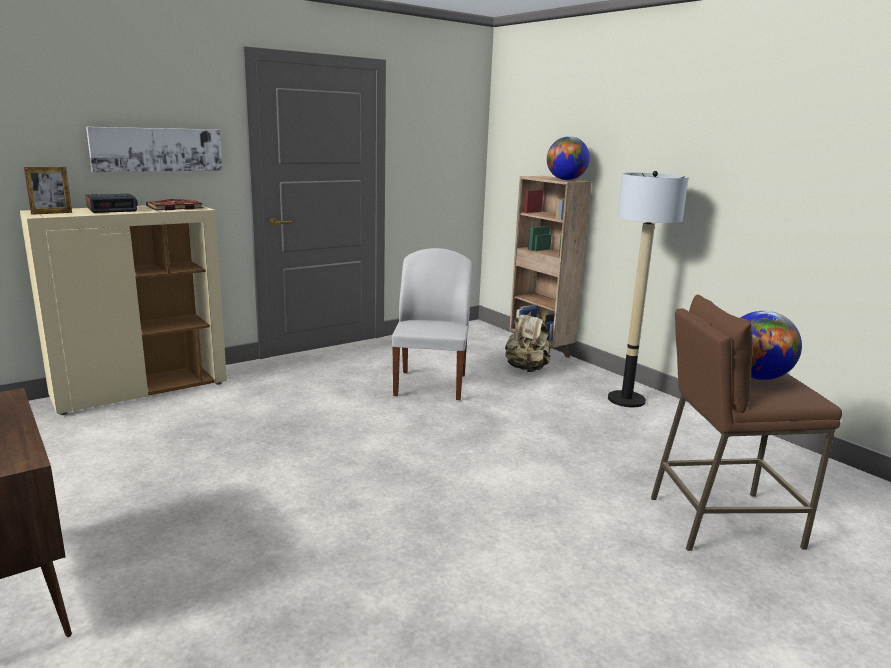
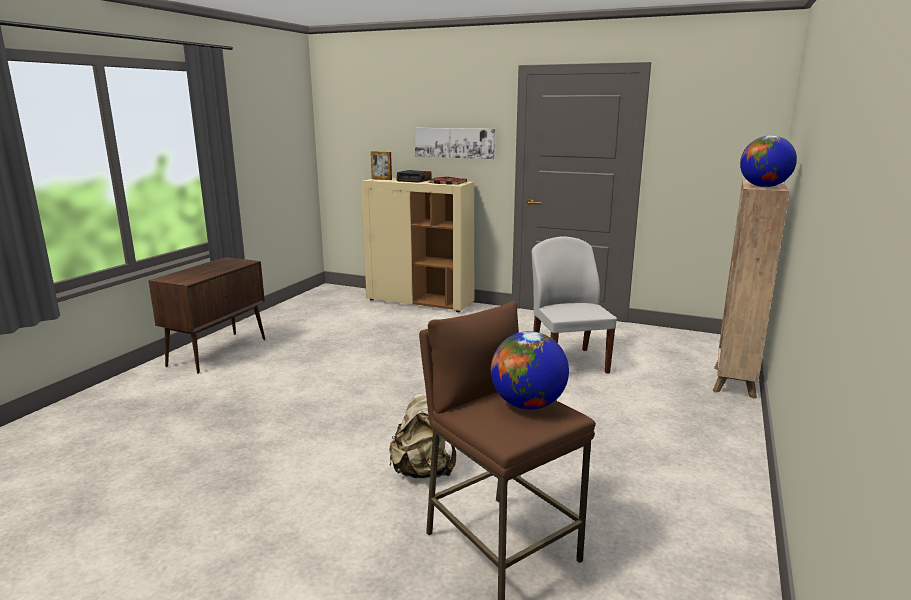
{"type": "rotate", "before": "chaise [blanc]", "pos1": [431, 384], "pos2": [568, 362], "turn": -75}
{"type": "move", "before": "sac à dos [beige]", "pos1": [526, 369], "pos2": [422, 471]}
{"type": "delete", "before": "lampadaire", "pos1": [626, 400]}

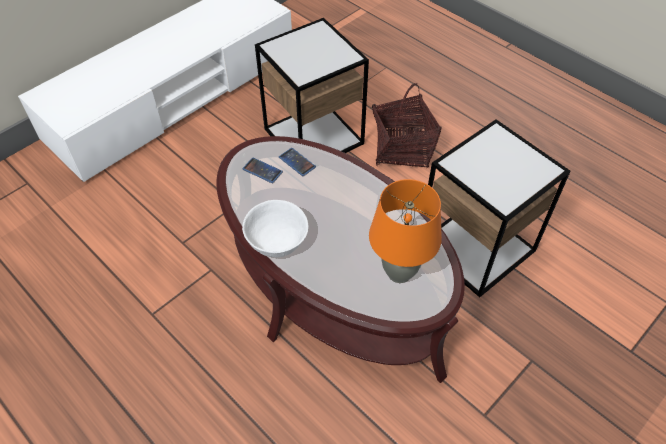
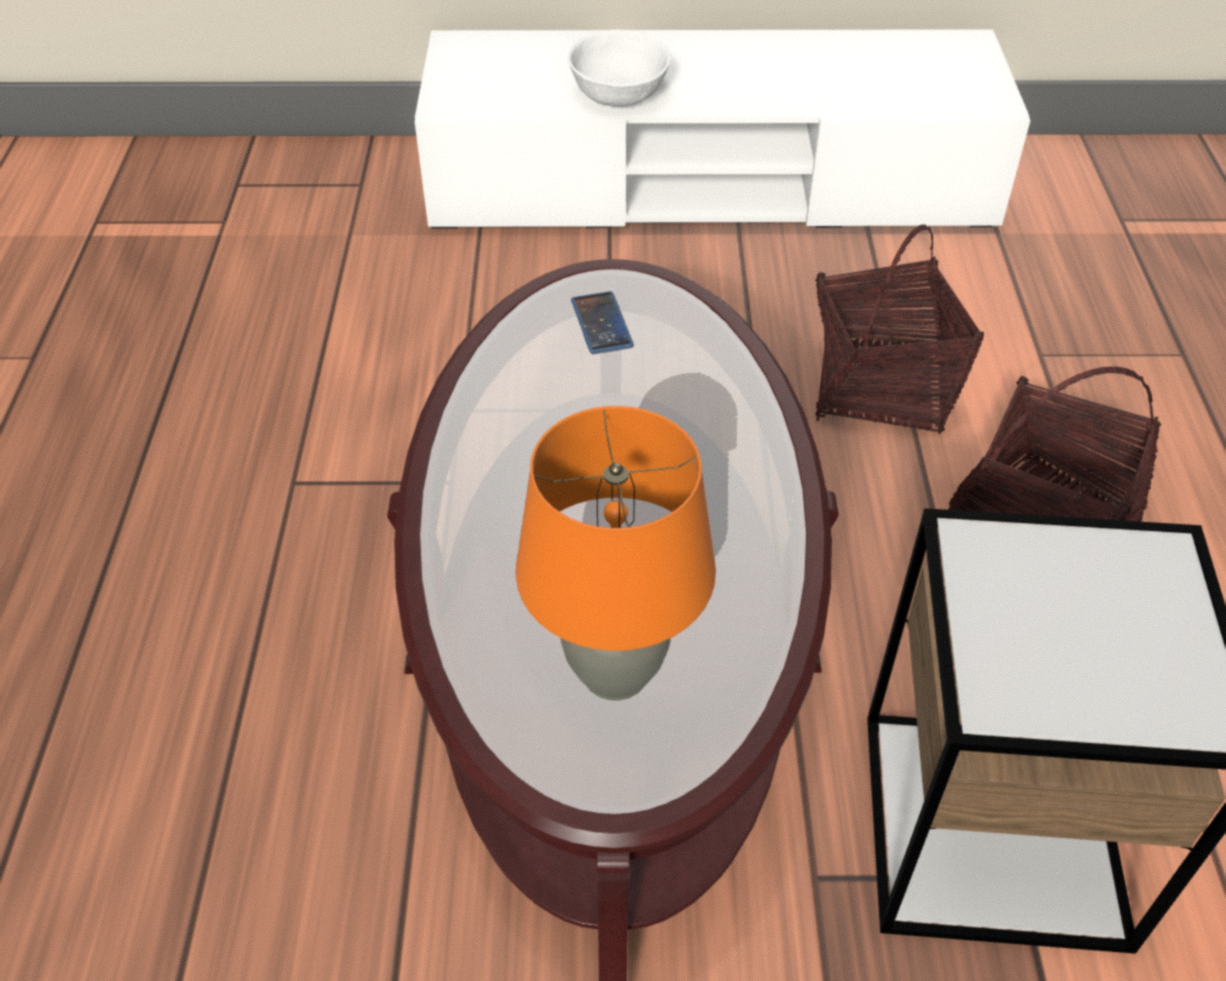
{"type": "move", "before": "bol [blanc]", "pos1": [277, 240], "pos2": [619, 94]}
{"type": "replace", "before": "table d'appoint", "after": "panier", "pos1": [313, 136], "pos2": [880, 388]}
{"type": "delete", "before": "téléphone", "pos1": [297, 162]}

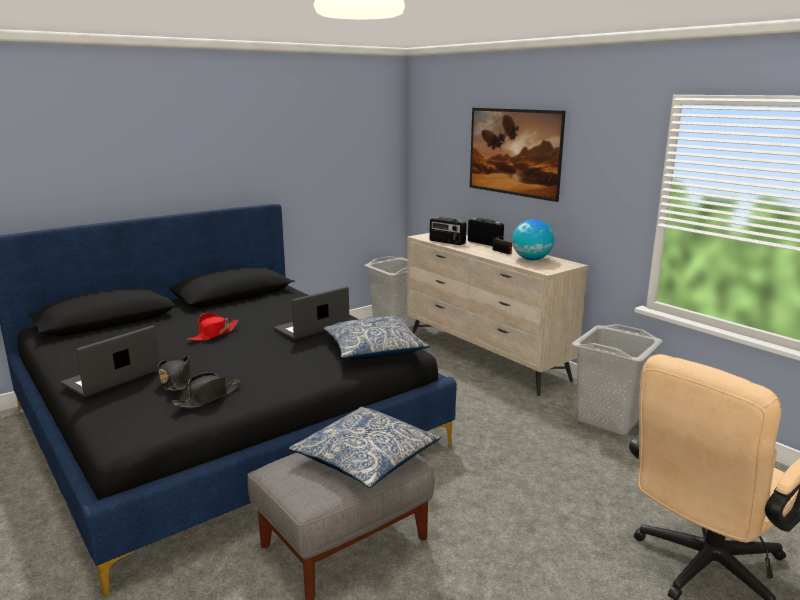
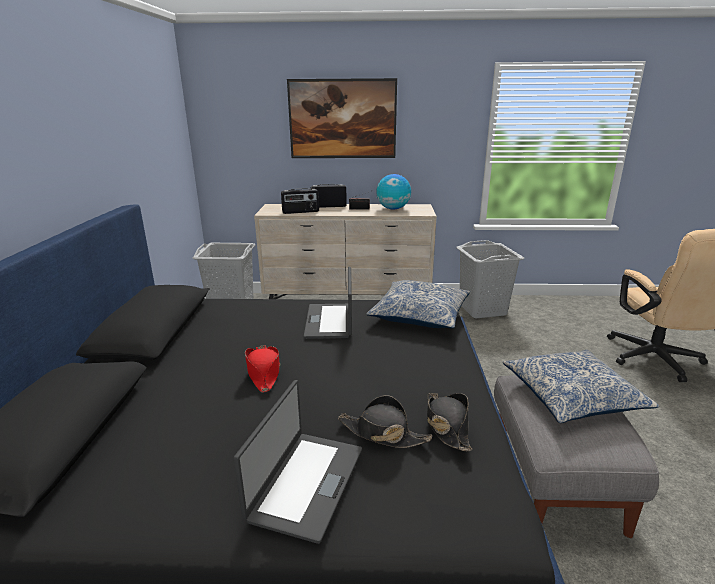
{"type": "rotate", "before": "ordinateur portable", "pos1": [112, 377], "pos2": [305, 483], "turn": -150}

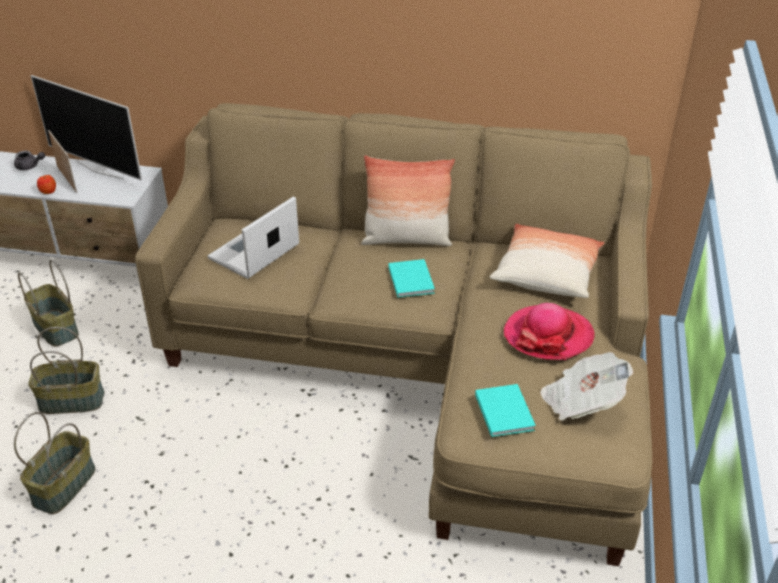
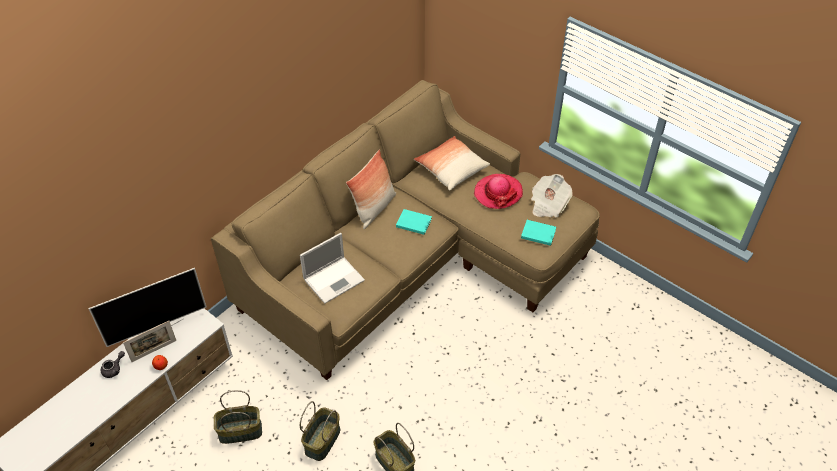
{"type": "rotate", "before": "cadre photo", "pos1": [67, 179], "pos2": [154, 351], "turn": 150}
{"type": "rotate", "before": "ordinateur portable", "pos1": [253, 253], "pos2": [335, 279], "turn": -105}

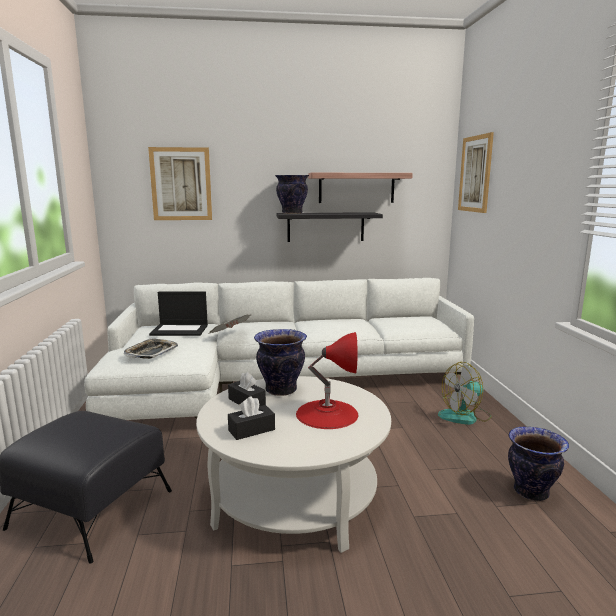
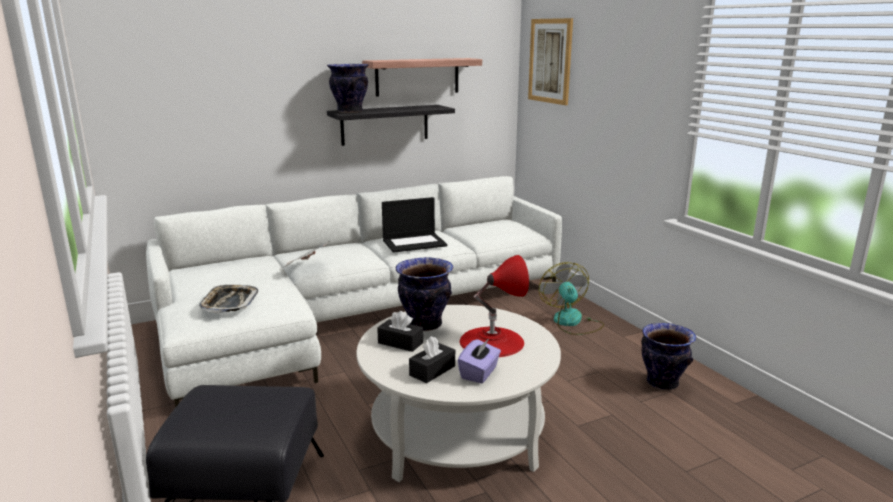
{"type": "delete", "before": "tableau", "pos1": [181, 184]}
{"type": "move", "before": "ordinateur portable", "pos1": [180, 330], "pos2": [414, 243]}
{"type": "rotate", "before": "ventilateur", "pos1": [465, 416], "pos2": [571, 322], "turn": 120}
{"type": "insert", "after": "boîte à mouchoirs [violet]", "pos2": [479, 373]}

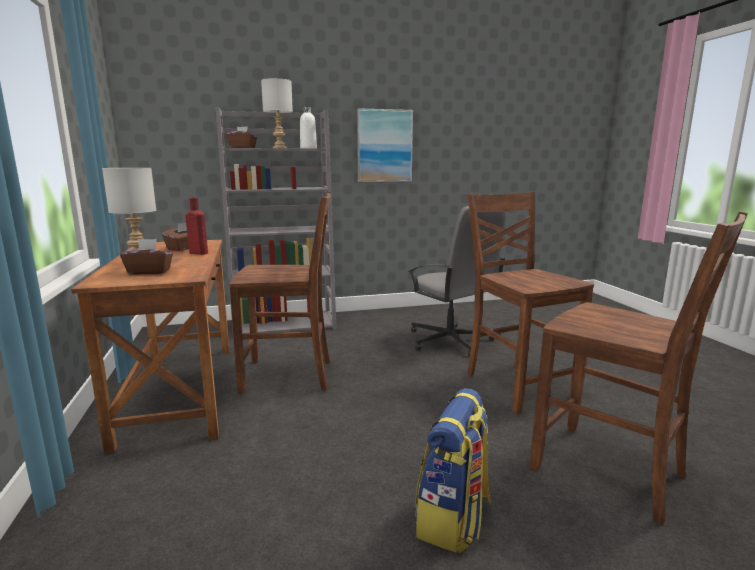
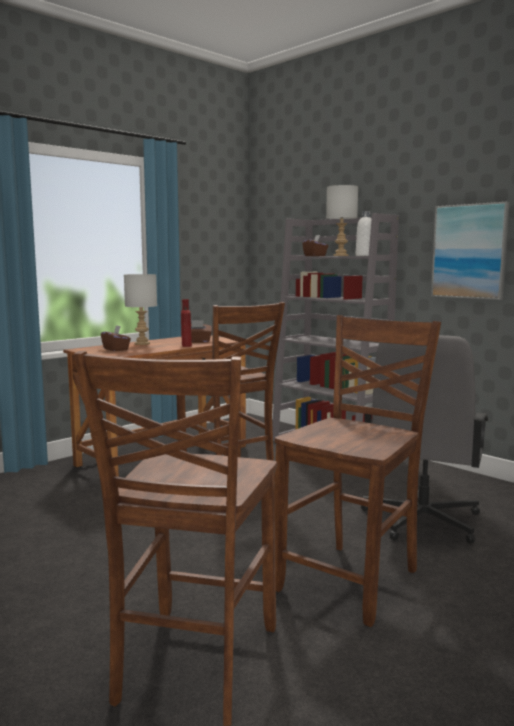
{"type": "delete", "before": "sac à dos", "pos1": [453, 519]}

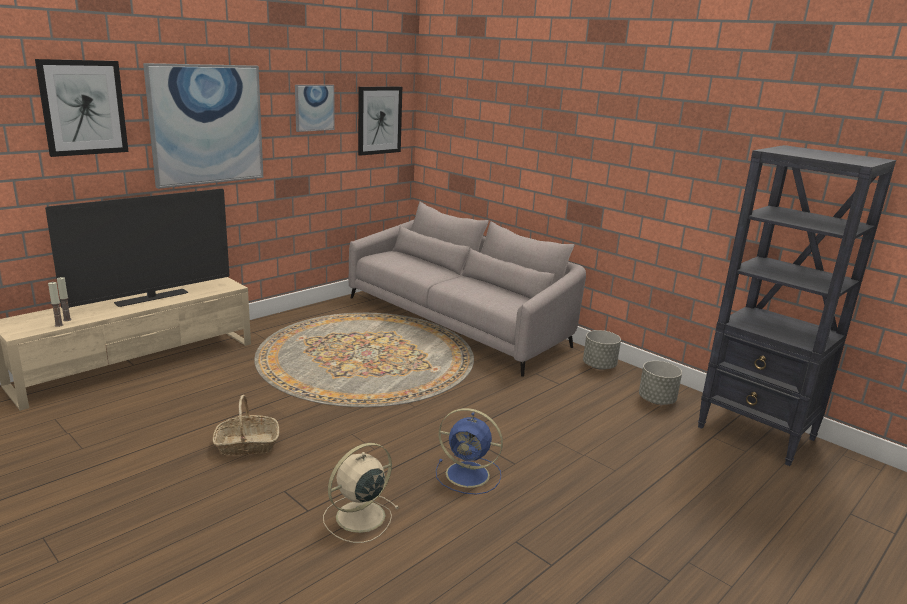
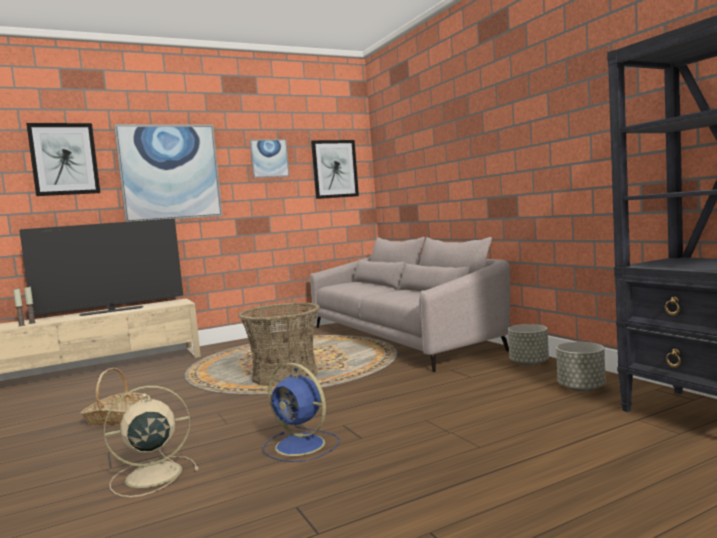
{"type": "insert", "after": "panier", "pos2": [285, 376]}

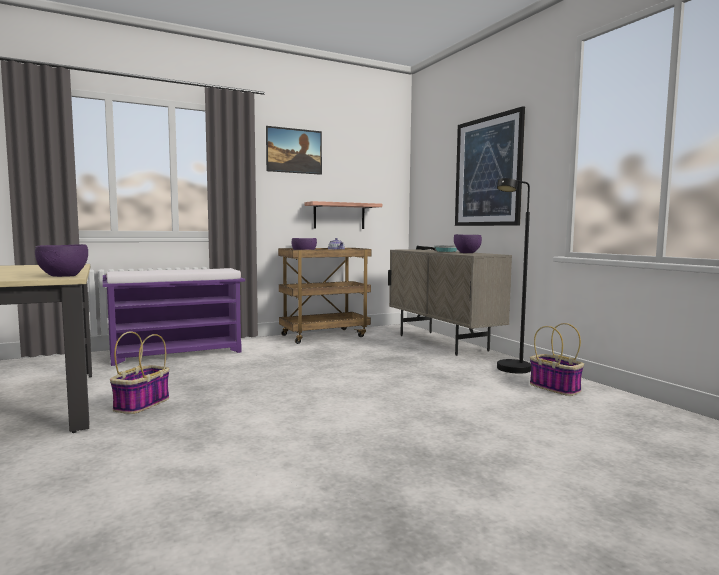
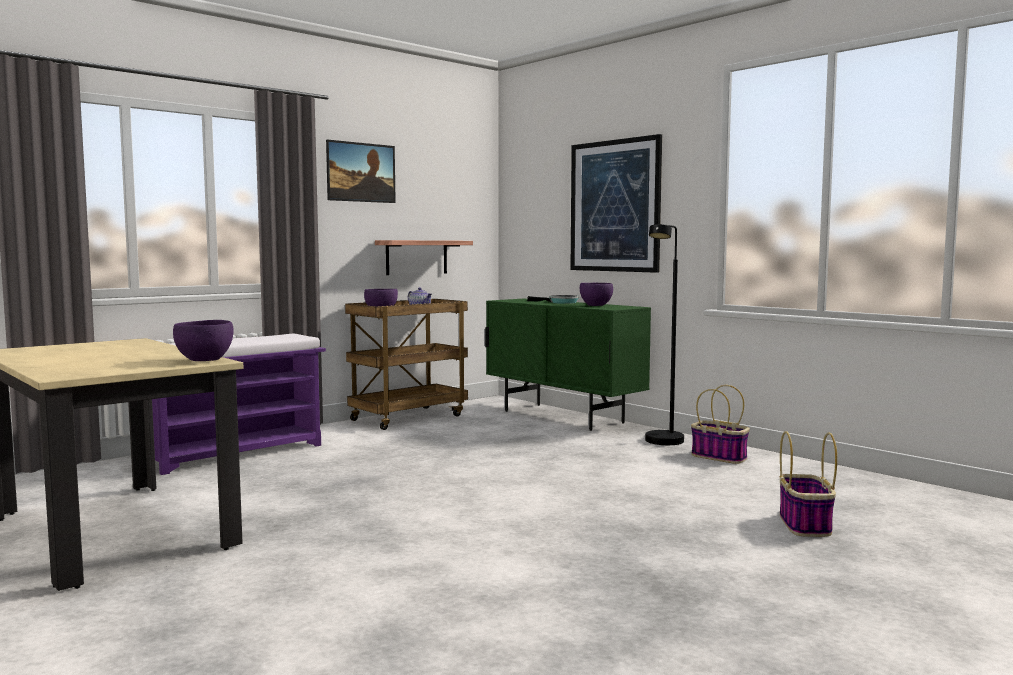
{"type": "move", "before": "panier", "pos1": [141, 404], "pos2": [805, 525]}
{"type": "recolor", "before": "meuble de rangement [beige]", "after": "meuble de rangement [vert]", "pos1": [442, 343], "pos2": [563, 417]}

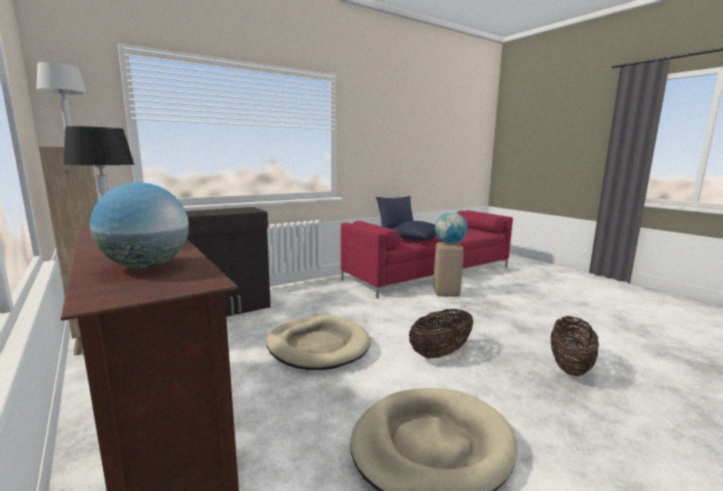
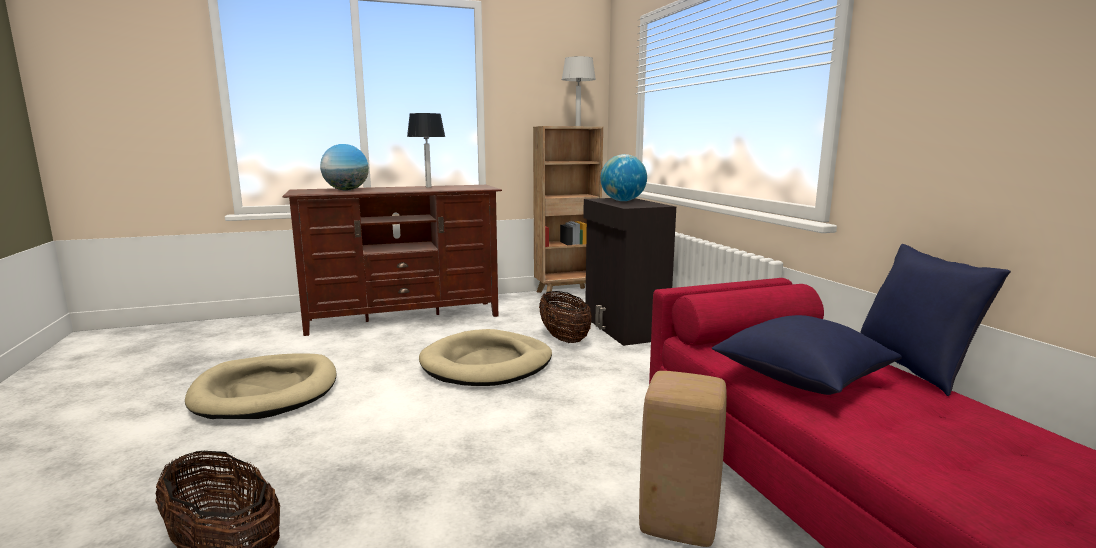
{"type": "move", "before": "panier", "pos1": [440, 353], "pos2": [564, 339]}
{"type": "move", "before": "globe", "pos1": [450, 243], "pos2": [622, 201]}

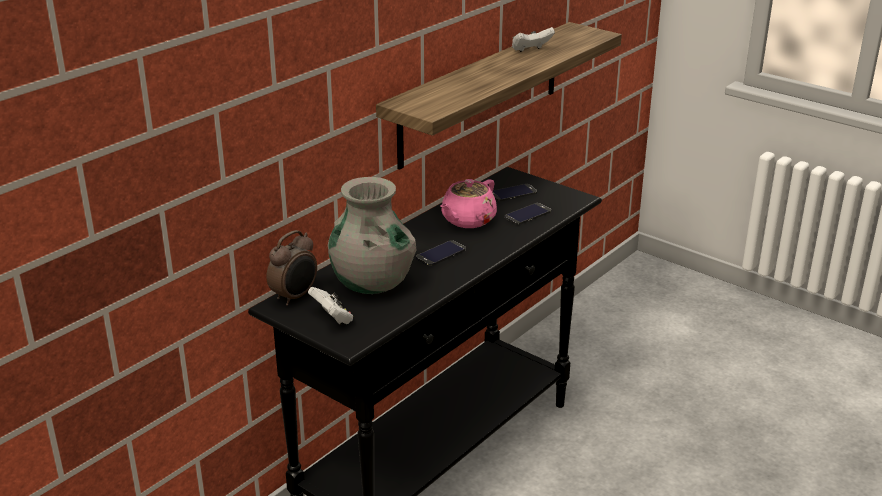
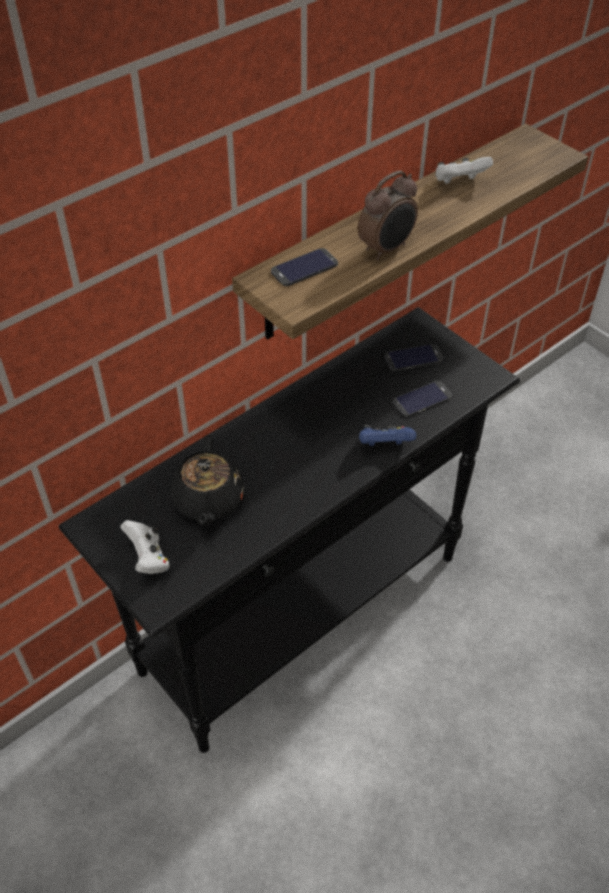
{"type": "move", "before": "réveil", "pos1": [295, 297], "pos2": [387, 249]}
{"type": "replace", "before": "vase [gris]", "after": "théière [noir]", "pos1": [372, 283], "pos2": [208, 501]}
{"type": "move", "before": "téléphone", "pos1": [441, 254], "pos2": [304, 268]}
{"type": "delete", "before": "théière [rose]", "pos1": [467, 220]}
{"type": "insert", "after": "manette [bleu]", "pos2": [385, 446]}

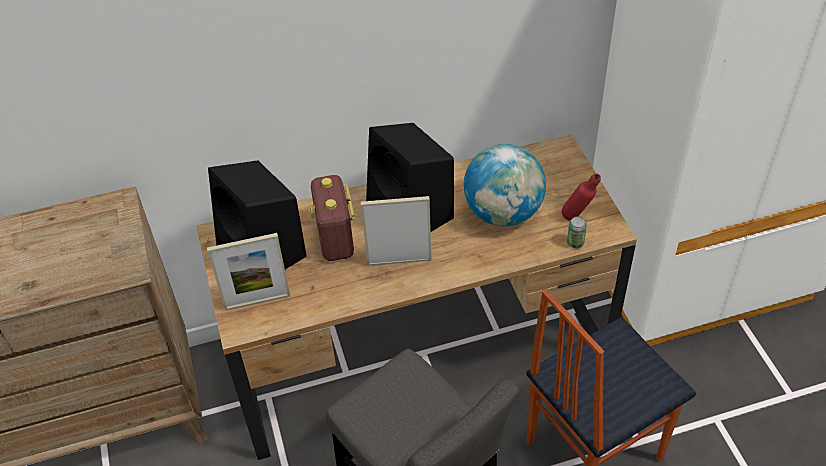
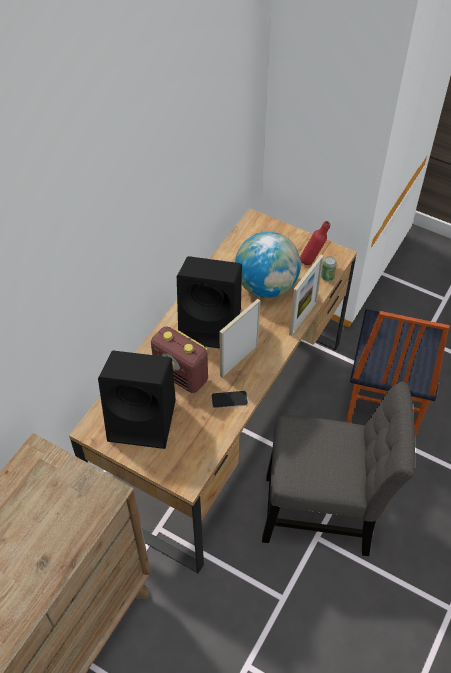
{"type": "move", "before": "cadre photo", "pos1": [257, 302], "pos2": [303, 318]}
{"type": "insert", "after": "téléphone", "pos2": [229, 400]}

